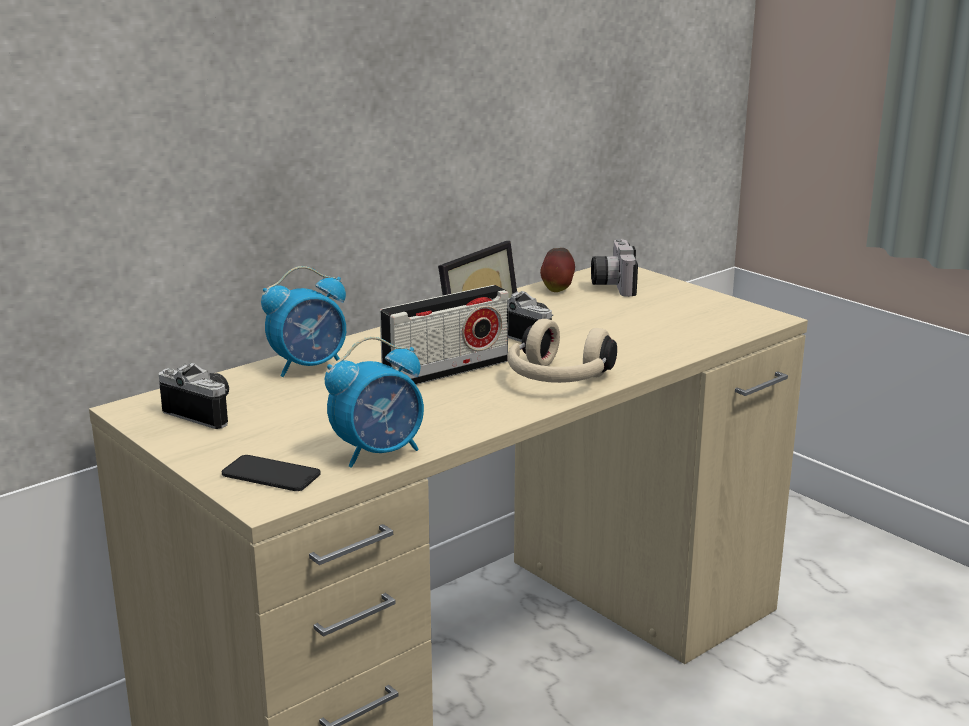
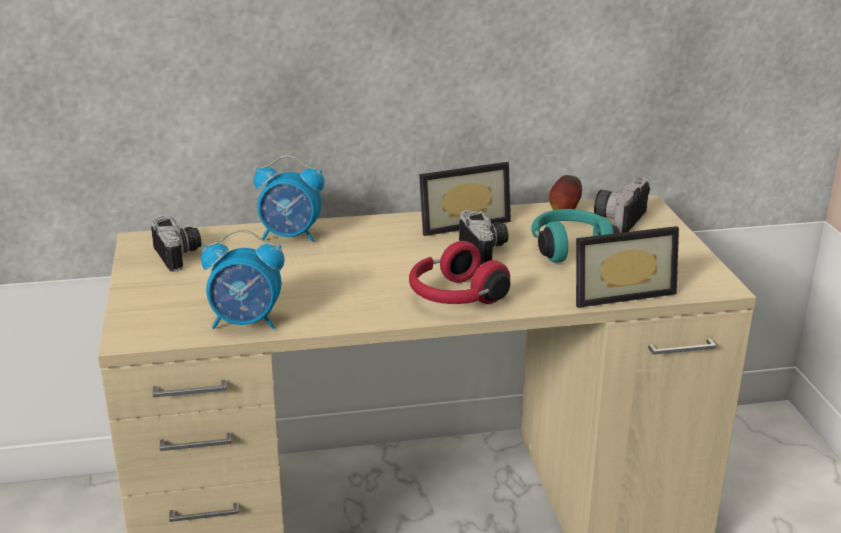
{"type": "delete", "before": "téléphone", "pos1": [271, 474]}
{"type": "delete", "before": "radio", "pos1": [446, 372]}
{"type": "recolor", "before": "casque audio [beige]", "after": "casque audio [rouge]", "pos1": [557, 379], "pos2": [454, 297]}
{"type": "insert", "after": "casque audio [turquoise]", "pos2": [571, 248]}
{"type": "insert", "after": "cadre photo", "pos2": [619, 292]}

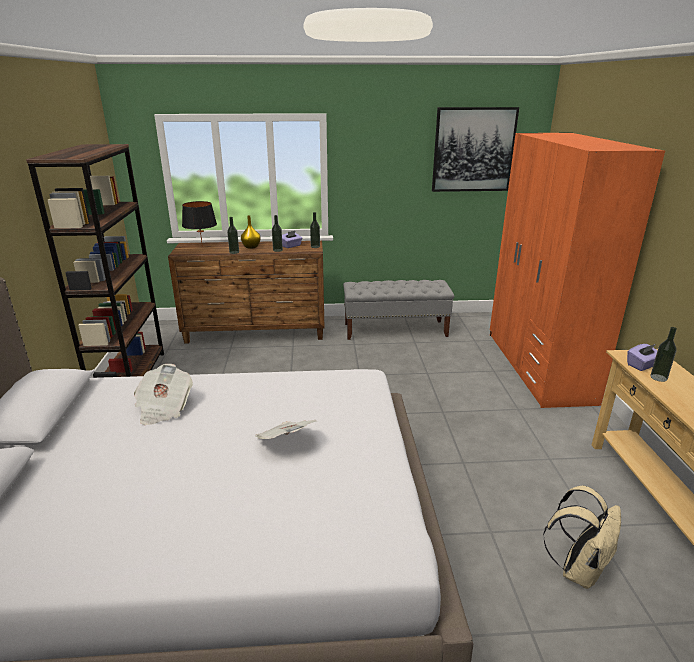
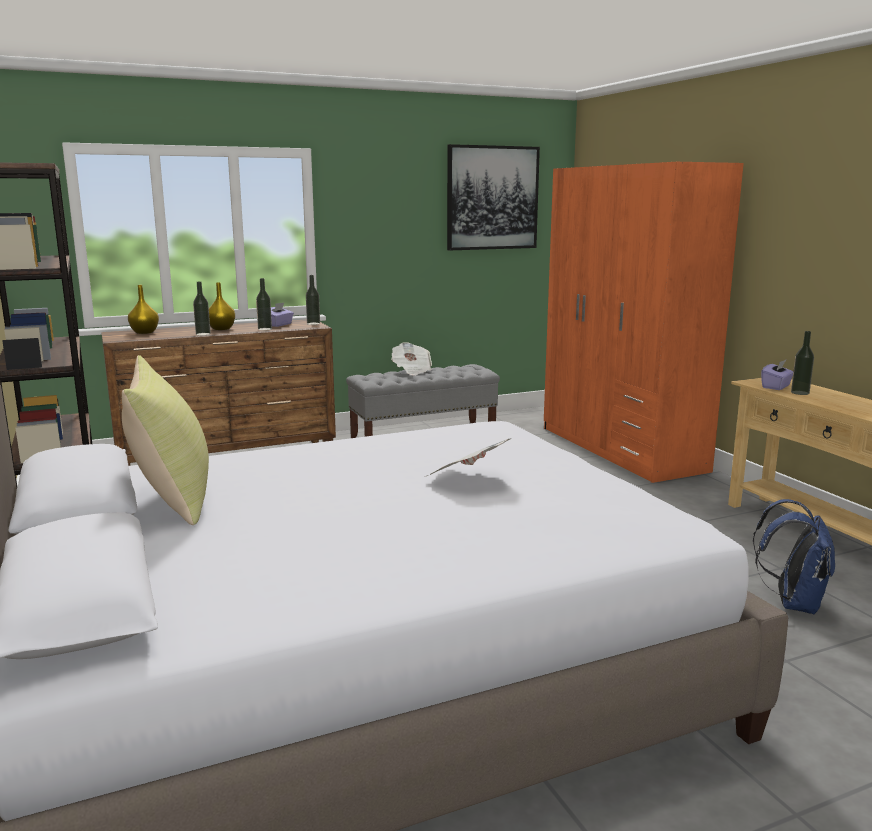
{"type": "move", "before": "journal", "pos1": [163, 408], "pos2": [412, 370]}
{"type": "replace", "before": "lampe de table [noir]", "after": "vase [jaune]", "pos1": [202, 246], "pos2": [144, 332]}
{"type": "recolor", "before": "sac à dos [beige]", "after": "sac à dos [bleu]", "pos1": [578, 569], "pos2": [793, 603]}
{"type": "insert", "after": "coussin [jaune]", "pos2": [173, 498]}

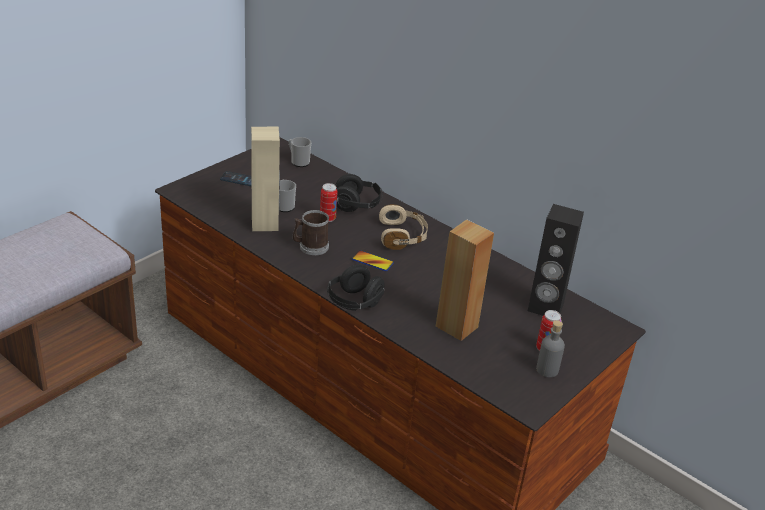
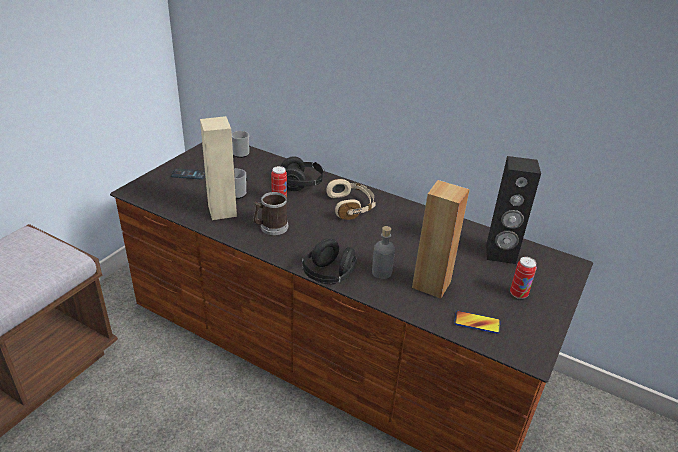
{"type": "move", "before": "téléphone", "pos1": [372, 261], "pos2": [477, 323]}
{"type": "move", "before": "bouteille [gris]", "pos1": [547, 370], "pos2": [381, 272]}

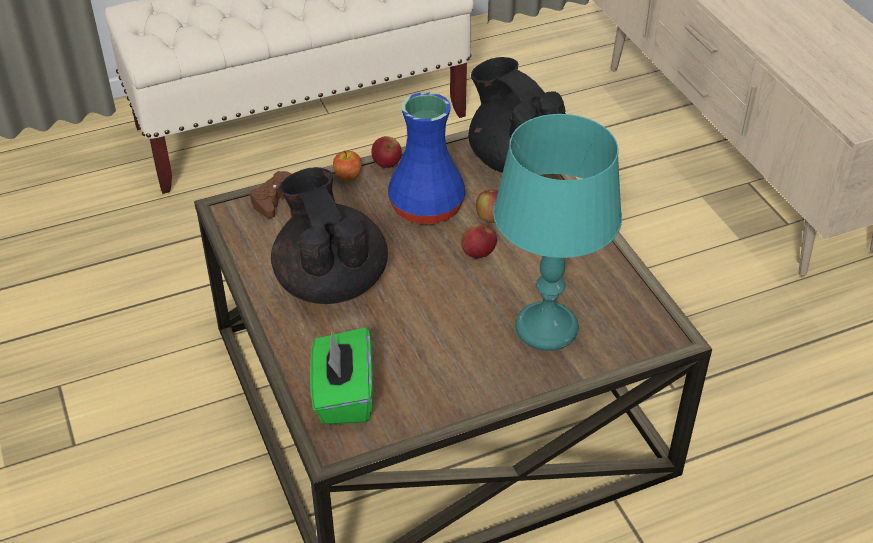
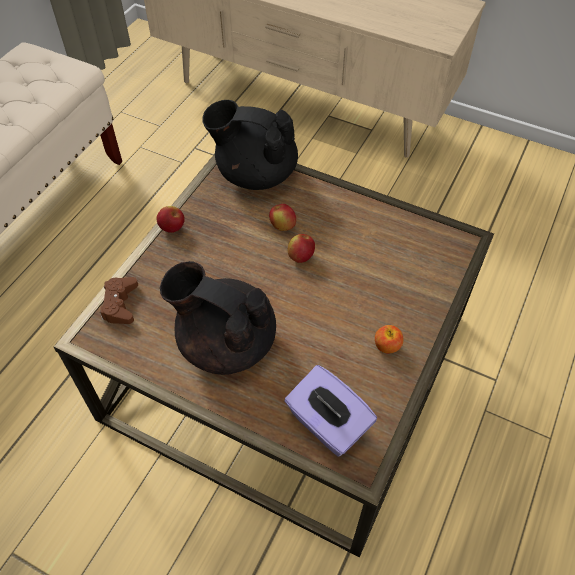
{"type": "recolor", "before": "boîte à mouchoirs [vert]", "after": "boîte à mouchoirs [violet]", "pos1": [343, 396], "pos2": [327, 424]}
{"type": "move", "before": "pomme", "pos1": [348, 176], "pos2": [387, 346]}
{"type": "delete", "before": "vase [bleu]", "pos1": [425, 206]}
{"type": "delete", "before": "lampe de table [turquoise]", "pos1": [547, 328]}

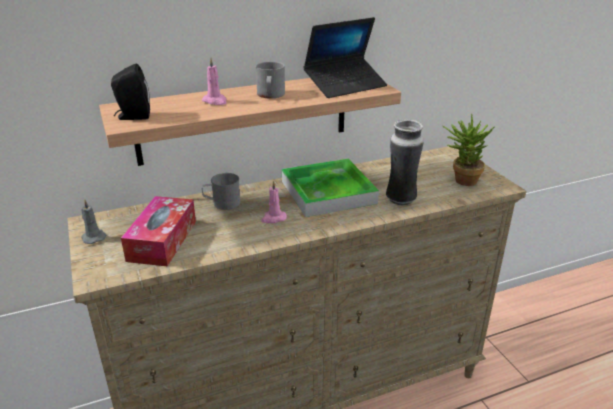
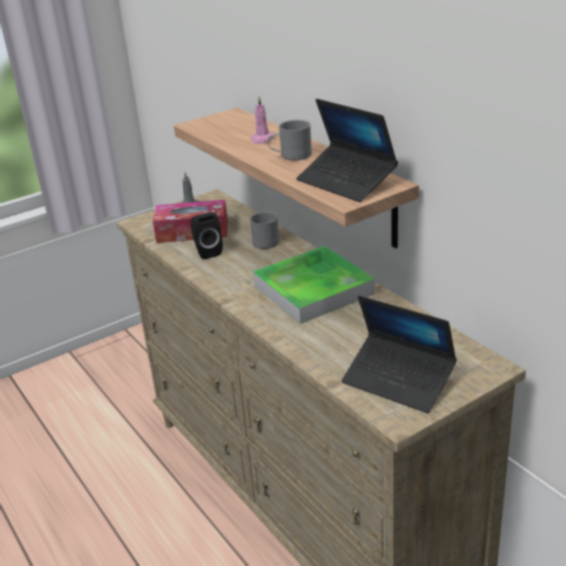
{"type": "move", "before": "enceinte [noir]", "pos1": [133, 116], "pos2": [207, 252]}
{"type": "delete", "before": "bougie [rose]", "pos1": [273, 218]}
{"type": "delete", "before": "vase", "pos1": [400, 200]}
{"type": "replace", "before": "plante en pot", "after": "ordinateur portable", "pos1": [461, 180], "pos2": [398, 381]}

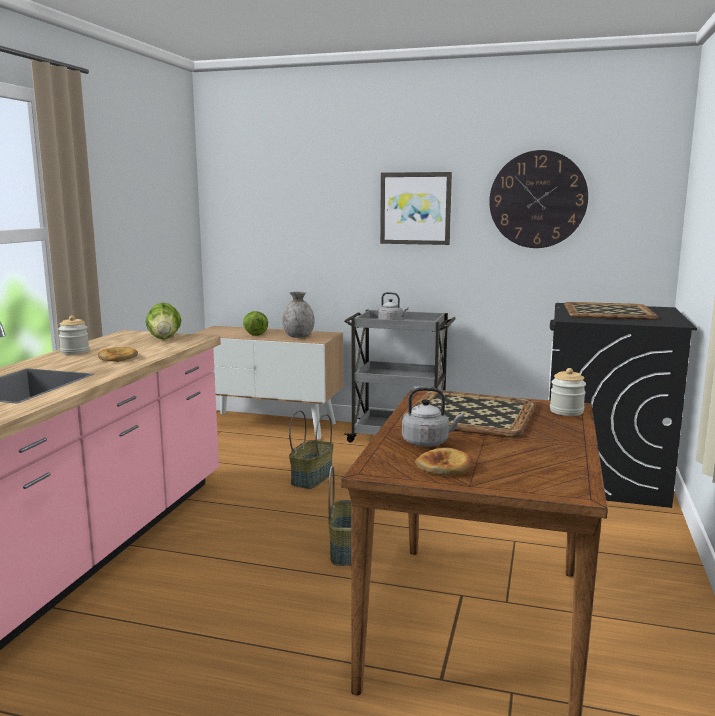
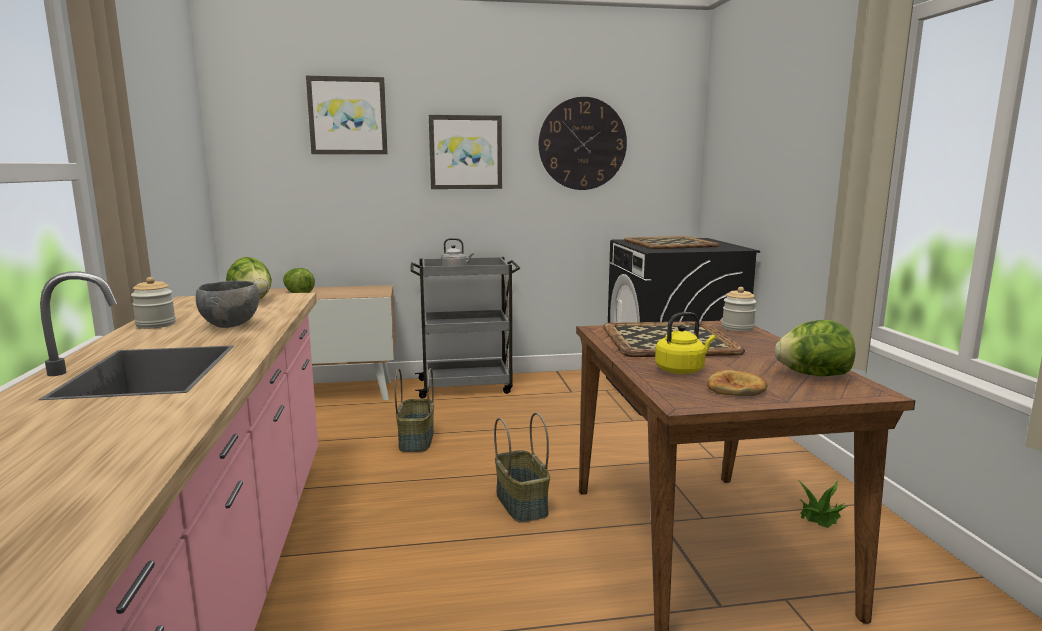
{"type": "replace", "before": "pain", "after": "bol [gris]", "pos1": [118, 357], "pos2": [231, 325]}
{"type": "delete", "before": "vase [gris]", "pos1": [298, 336]}
{"type": "recolor", "before": "bouilloire [gris]", "after": "bouilloire [jaune]", "pos1": [428, 443], "pos2": [682, 370]}
{"type": "insert", "after": "tableau", "pos2": [347, 116]}
{"type": "insert", "after": "laitue", "pos2": [813, 375]}
{"type": "insert", "after": "plante en pot", "pos2": [820, 515]}

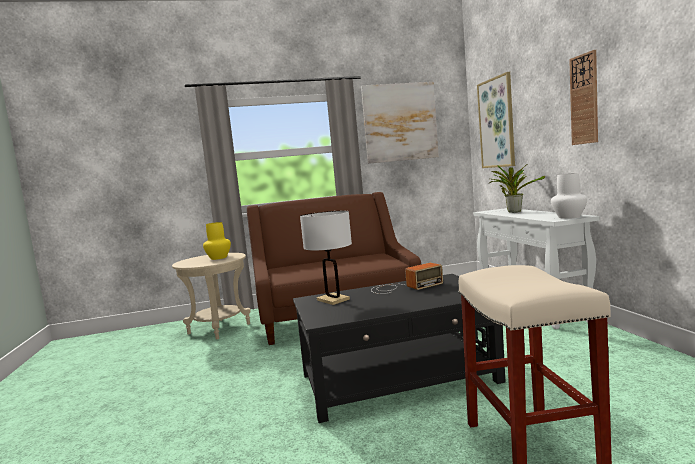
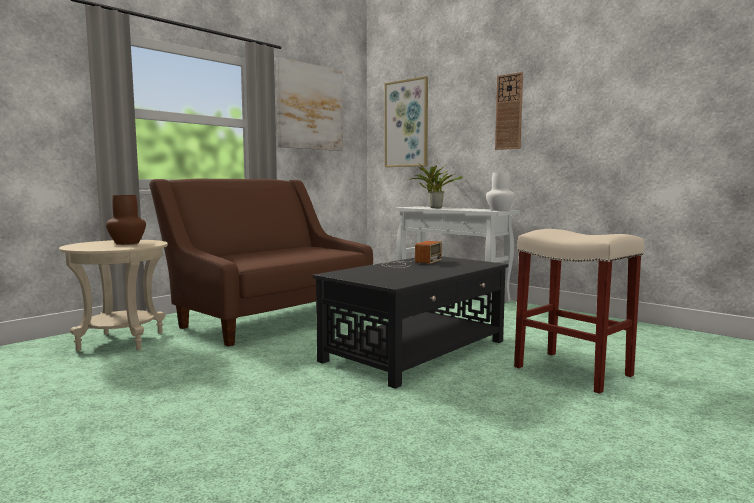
{"type": "recolor", "before": "vase [jaune]", "after": "vase [marron]", "pos1": [218, 258], "pos2": [126, 243]}
{"type": "delete", "before": "lampe de table [blanc]", "pos1": [333, 300]}

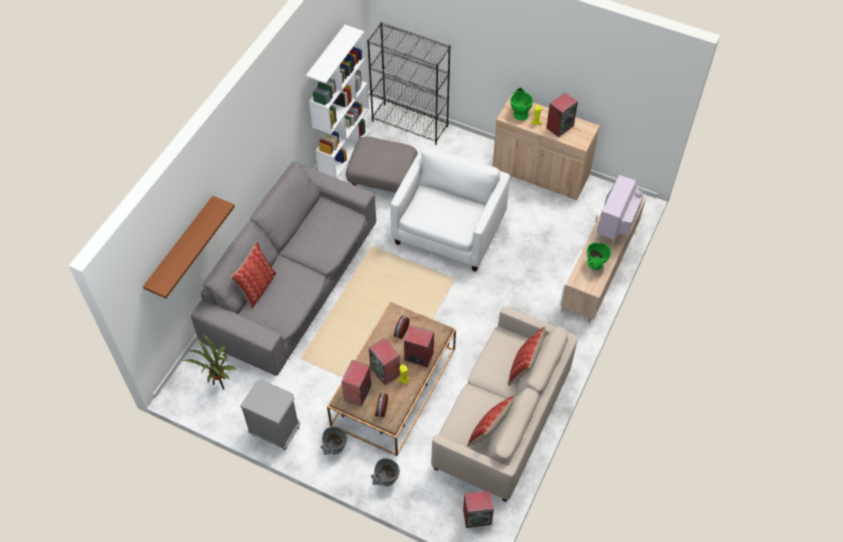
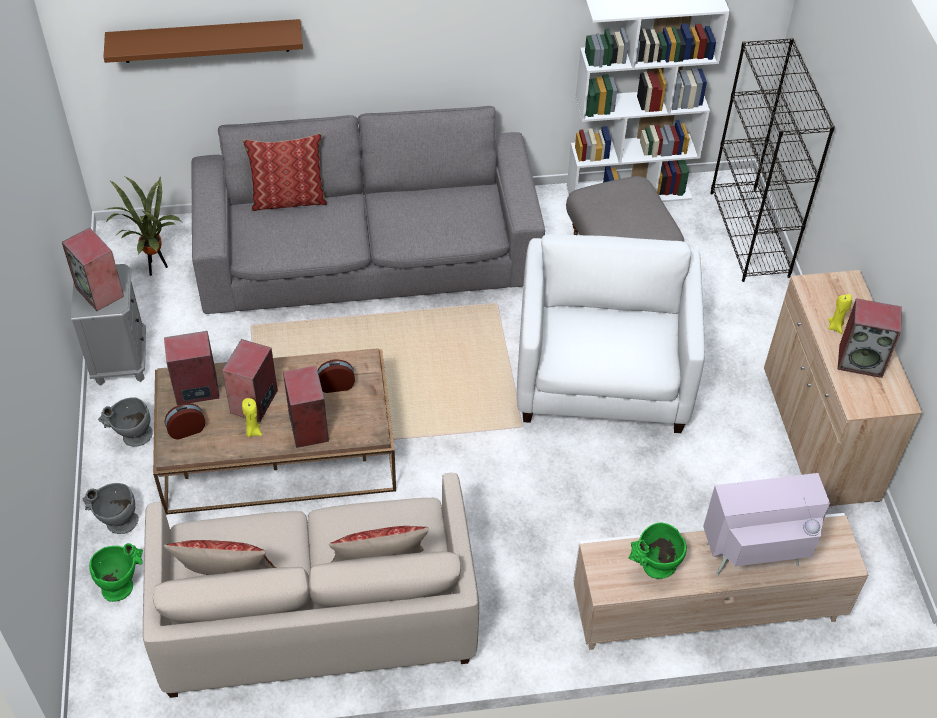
{"type": "rotate", "before": "fauteuil [blanc]", "pos1": [449, 230], "pos2": [603, 376], "turn": -75}
{"type": "move", "before": "enceinte", "pos1": [477, 516], "pos2": [100, 292]}
{"type": "move", "before": "vase [vert]", "pos1": [519, 113], "pos2": [122, 584]}

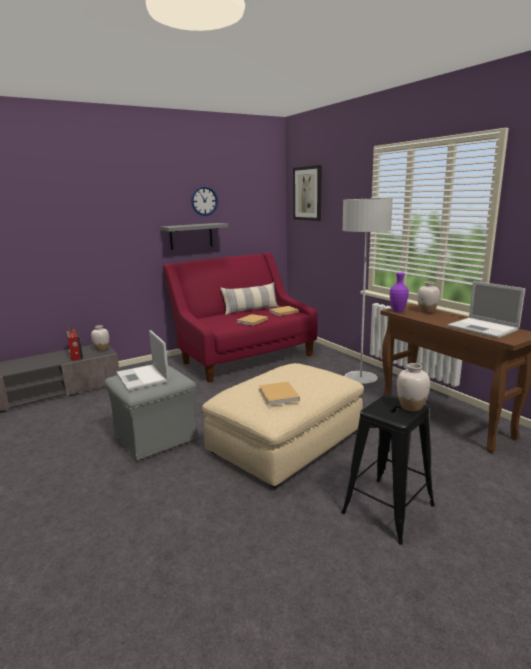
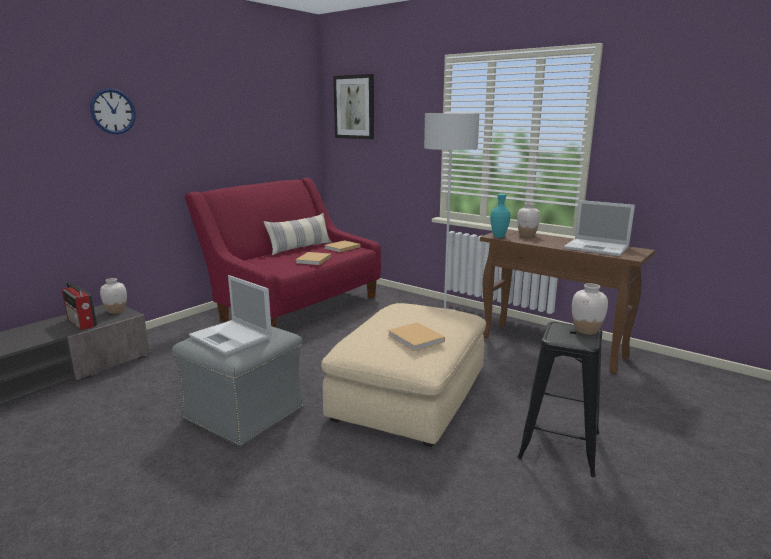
{"type": "delete", "before": "étagère [gris]", "pos1": [191, 236]}
{"type": "move", "before": "horloge murale", "pos1": [204, 201], "pos2": [113, 111]}
{"type": "recolor", "before": "vase [violet]", "after": "vase [turquoise]", "pos1": [397, 311], "pos2": [499, 236]}

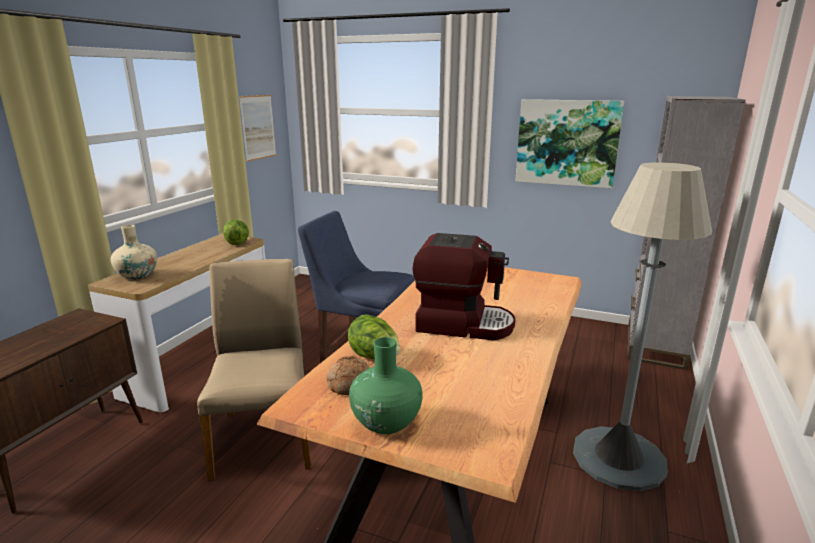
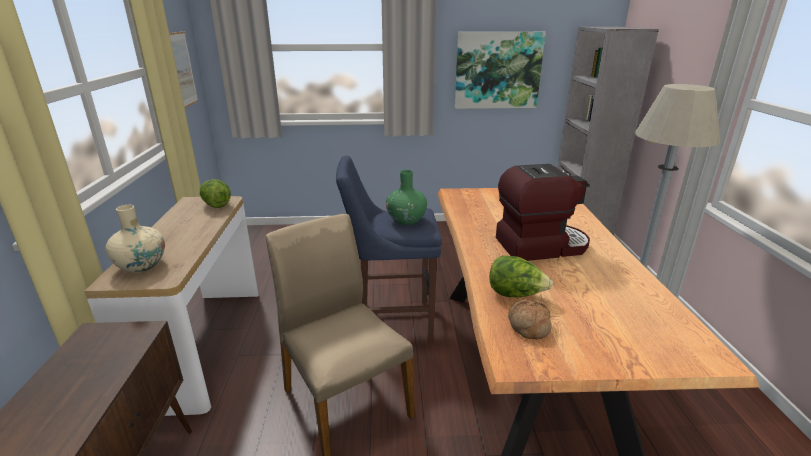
{"type": "move", "before": "vase [vert]", "pos1": [386, 422], "pos2": [406, 220]}

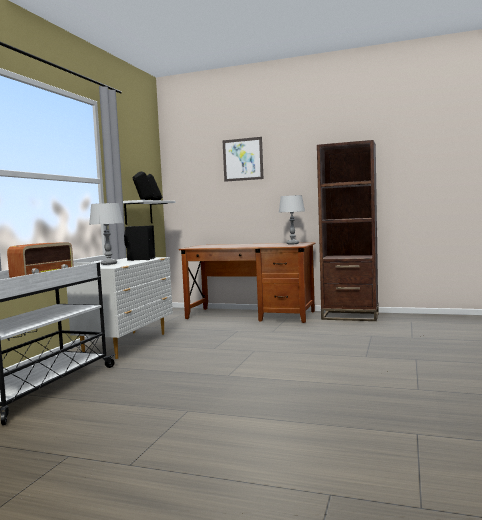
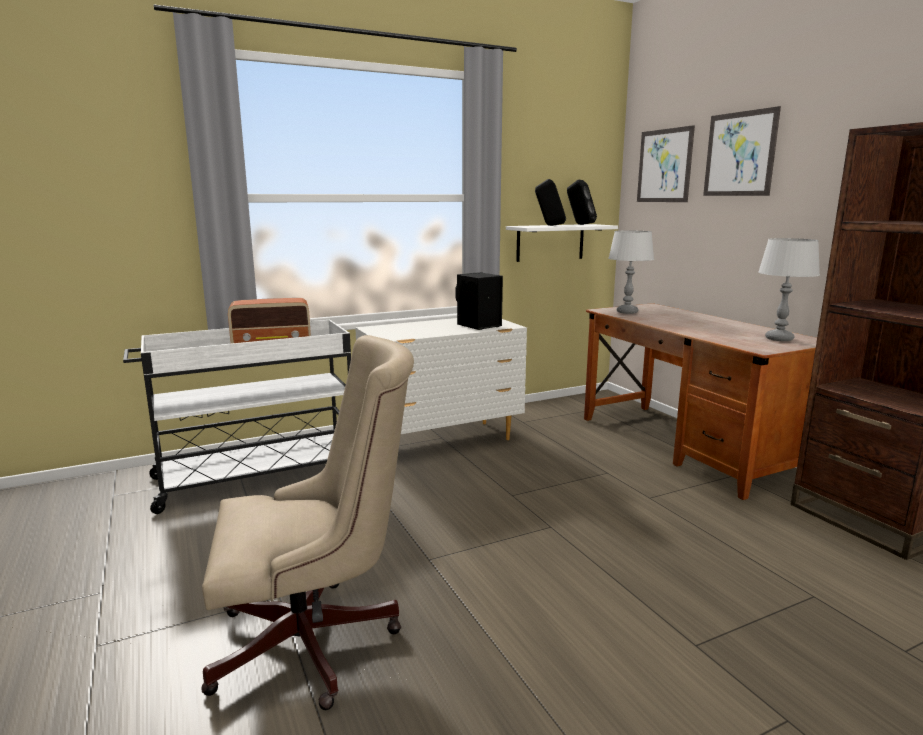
{"type": "move", "before": "lampe de table [gris]", "pos1": [109, 264], "pos2": [627, 312]}
{"type": "insert", "after": "chaise de bureau [beige]", "pos2": [316, 642]}
{"type": "insert", "after": "tableau", "pos2": [664, 166]}

